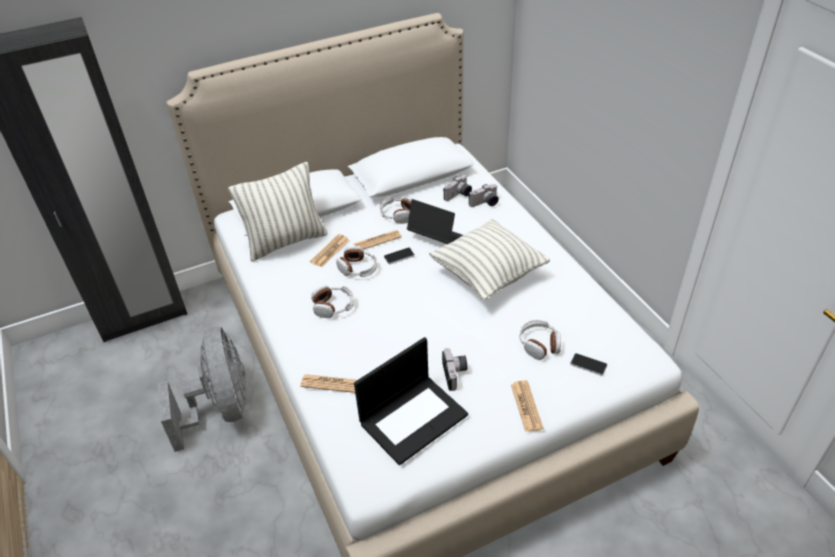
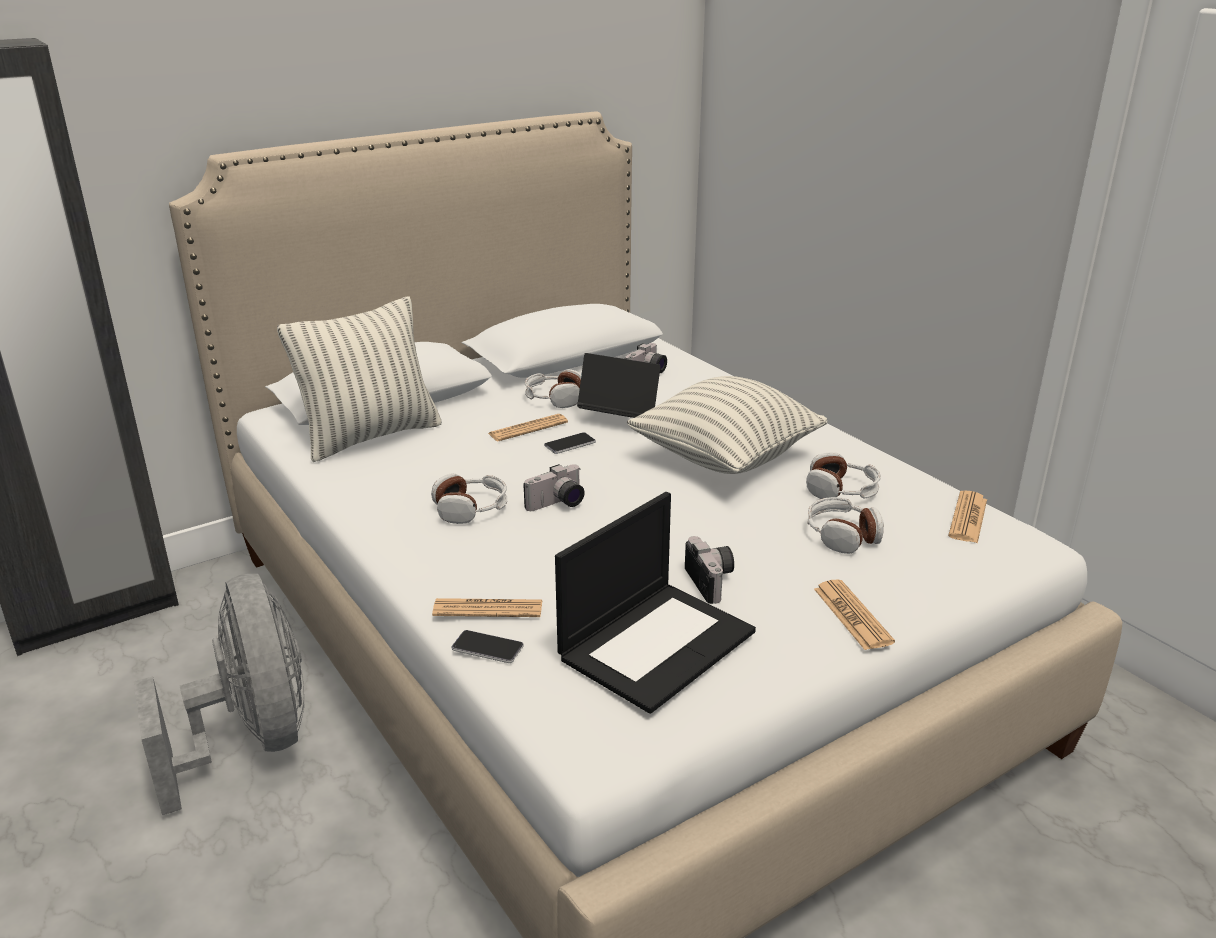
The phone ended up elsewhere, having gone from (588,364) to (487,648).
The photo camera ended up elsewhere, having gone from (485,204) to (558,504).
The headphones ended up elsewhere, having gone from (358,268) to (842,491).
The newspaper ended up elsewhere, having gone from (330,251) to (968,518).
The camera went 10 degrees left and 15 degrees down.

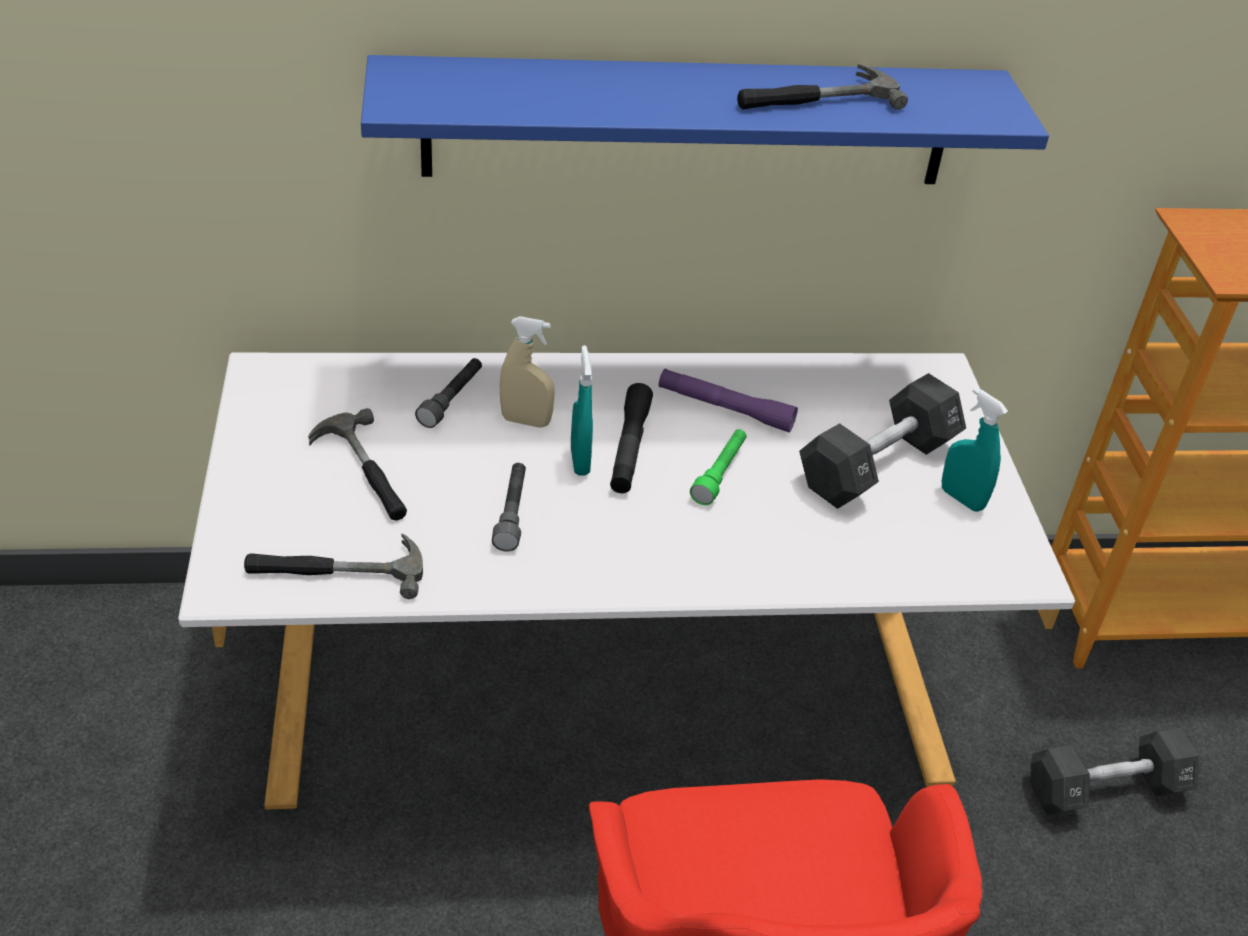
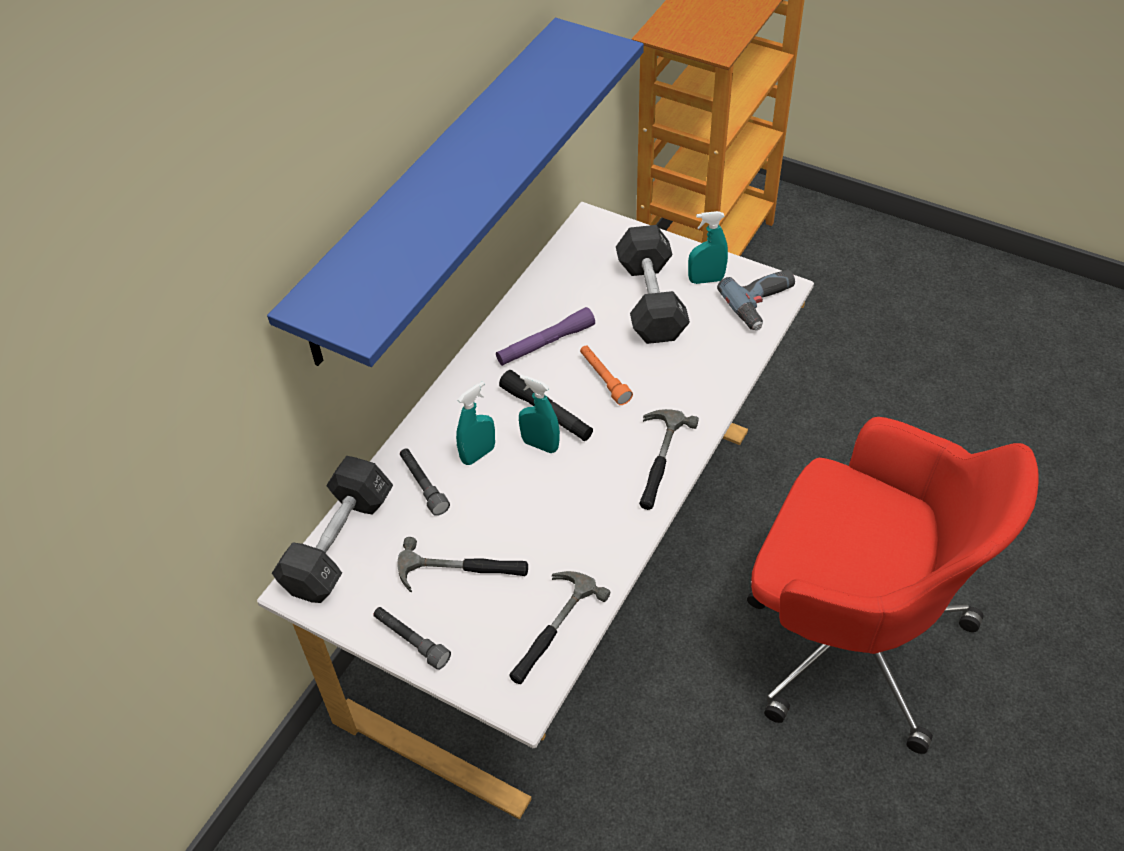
The black dumbbell ended up elsewhere, having gone from (1105,789) to (338,543).
The grey flashlight ended up elsewhere, having gone from (512,513) to (411,641).
What was the beige spray bottle at (526,421) turned into the turquoise spray bottle at (478,454).
What was the green flashlight at (720,473) turned into the orange flashlight at (604,379).
The hammer ended up elsewhere, having gone from (815,99) to (658,461).
The second view gained the power drill at (764,304).
The camera went 50 degrees left and 10 degrees up.

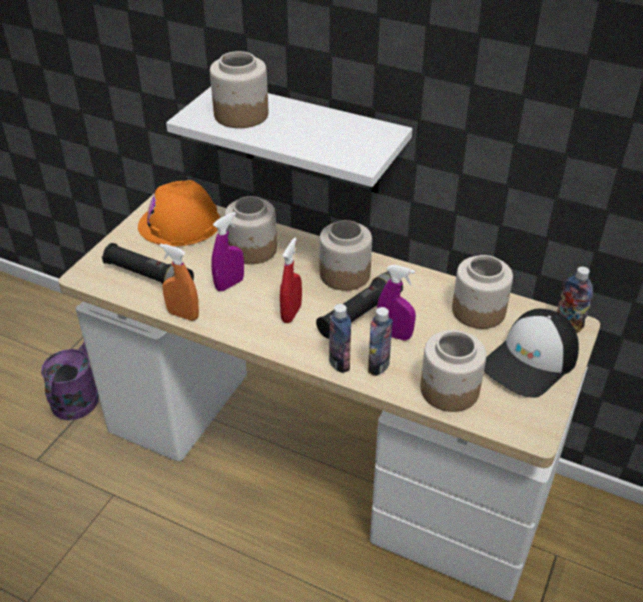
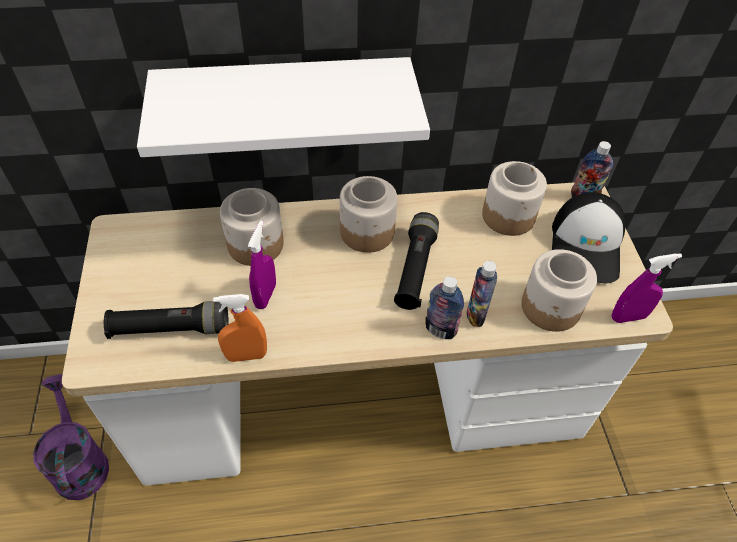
The purple spray bottle ended up elsewhere, having gone from (394,335) to (628,317).
The second view lost the orange hard hat at (179,224).
The second view lost the jar at (240,115).
The second view lost the red spray bottle at (291,313).
The camera went 35 degrees left and 10 degrees up.

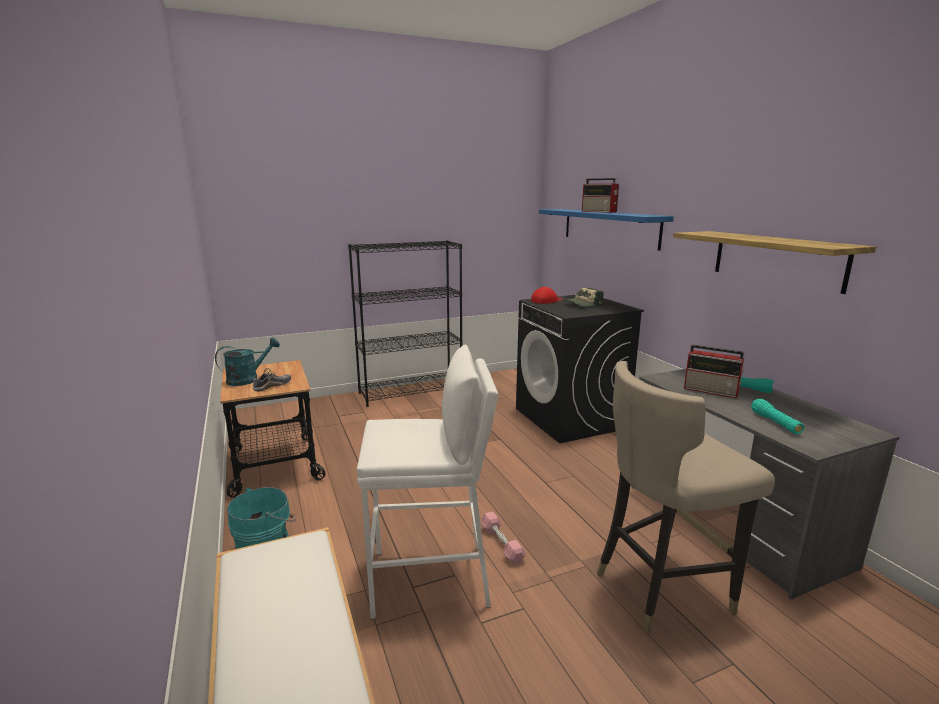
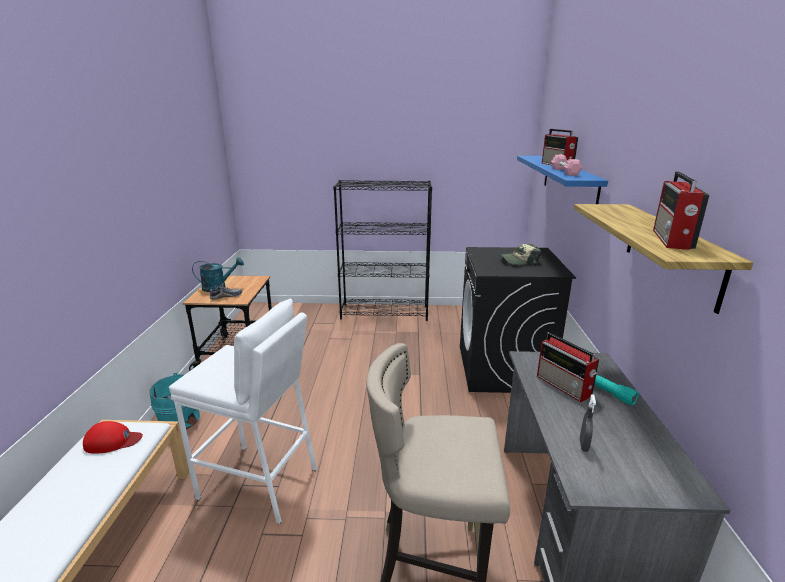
The red cap ended up elsewhere, having gone from (546,300) to (112,441).
The pink dumbbell ended up elsewhere, having gone from (501,544) to (564,171).
Where the turquoise flashlight stood at (775,423), the grey spray bottle came to stand at (583,445).
The second view gained the radio at (672,240).
The camera went 25 degrees right and 5 degrees up.

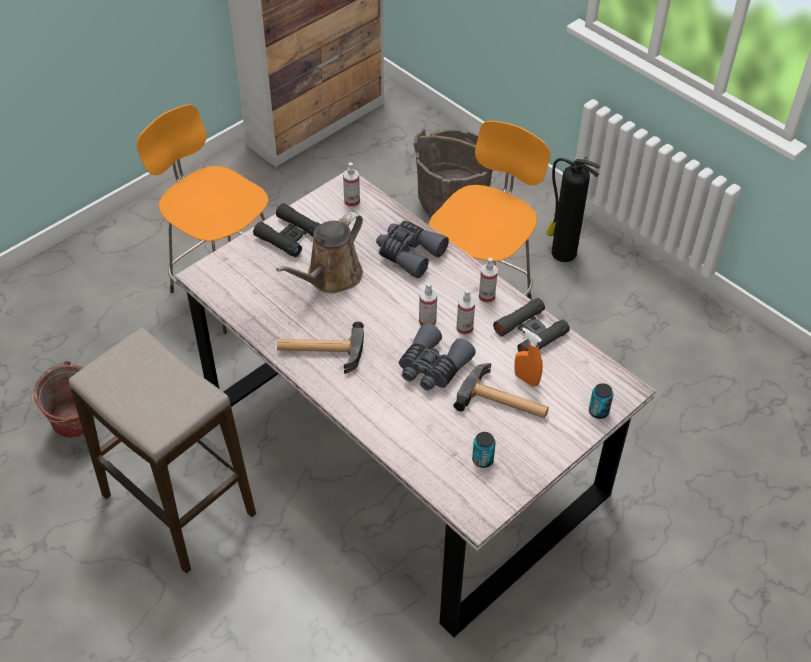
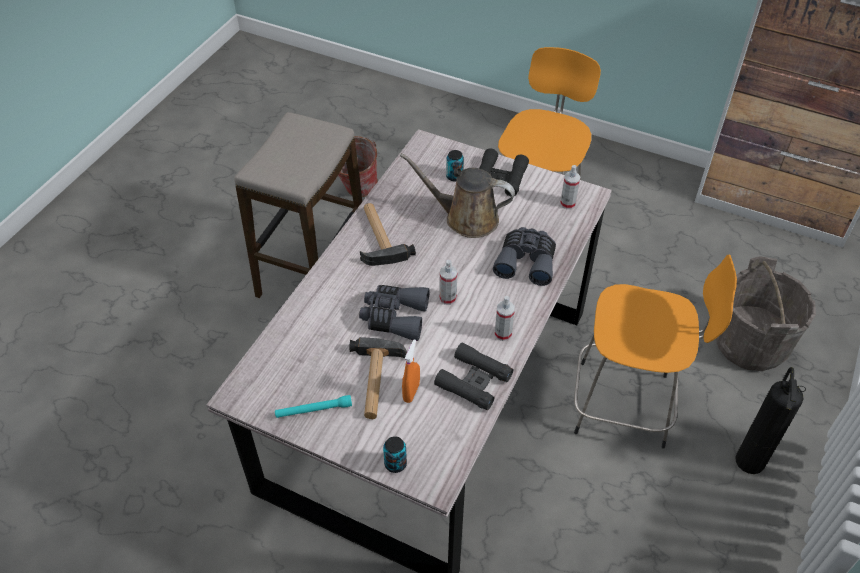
The second view gained the turquoise flashlight at (313,410).
The can ended up elsewhere, having gone from (482,460) to (454,176).
The second view lost the spray bottle at (464,328).
The camera went 70 degrees right and 0 degrees up.

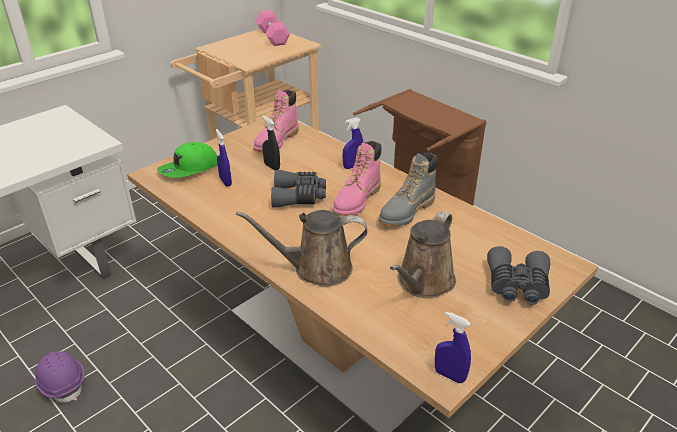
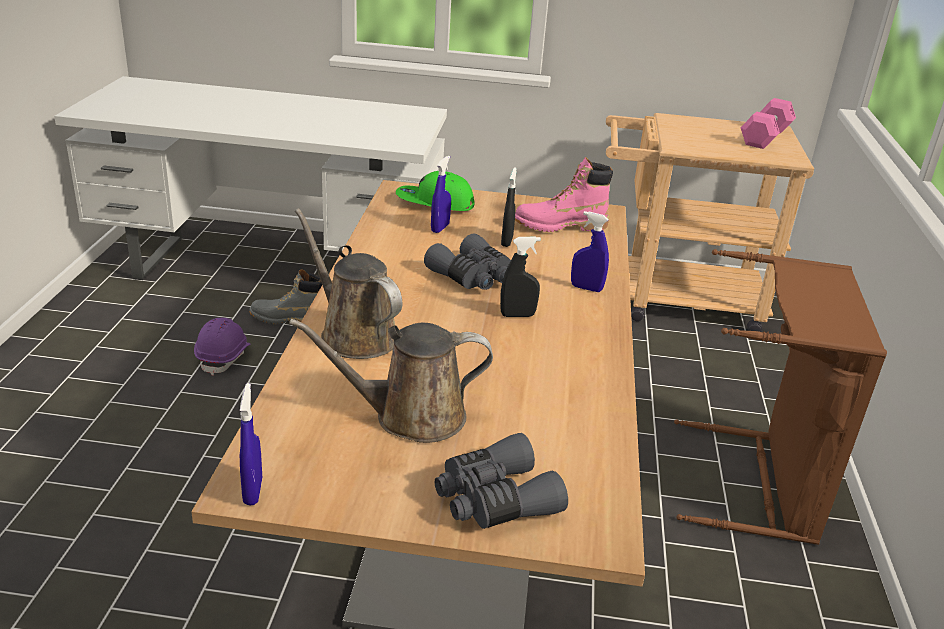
The grey boot ended up elsewhere, having gone from (406,212) to (288,319).
Where the pink boot stood at (357,201), the black spray bottle came to stand at (517,315).
The camera went 50 degrees right and 5 degrees down.

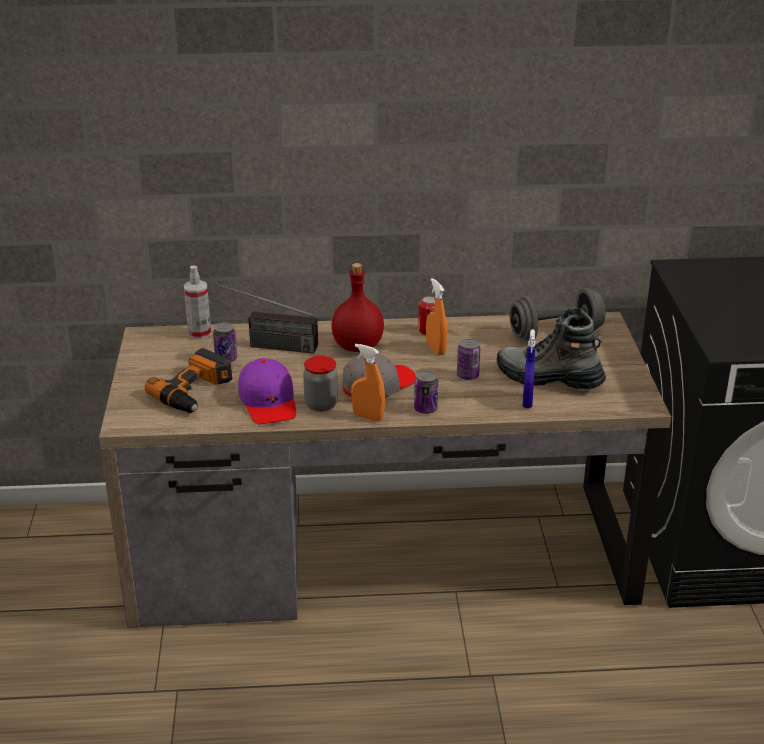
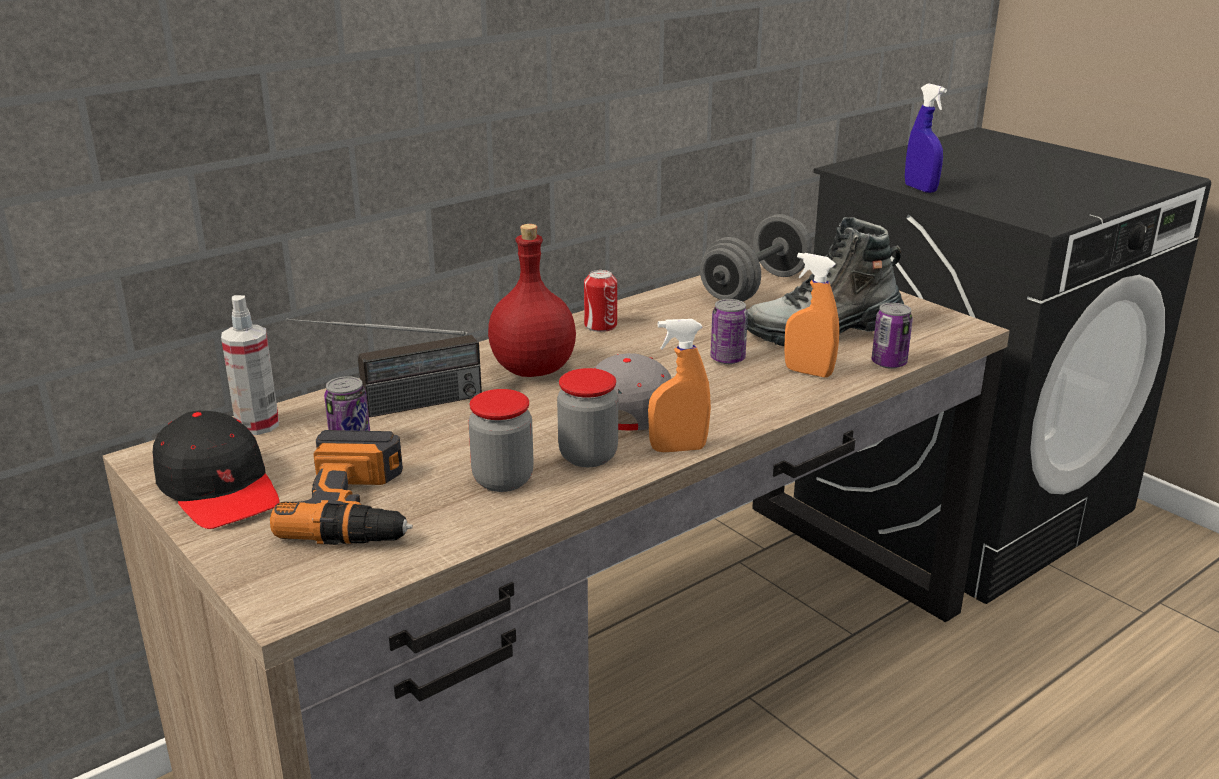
The second view gained the black cap at (219,488).
Where the purple cap stood at (268,402), the jar came to stand at (503,480).
The orange spray bottle ended up elsewhere, having gone from (436,349) to (808,372).
The can ended up elsewhere, having gone from (425,409) to (889,363).
The blue spray bottle ended up elsewhere, having gone from (527,401) to (920,189).
The camera went 35 degrees left and 5 degrees down.

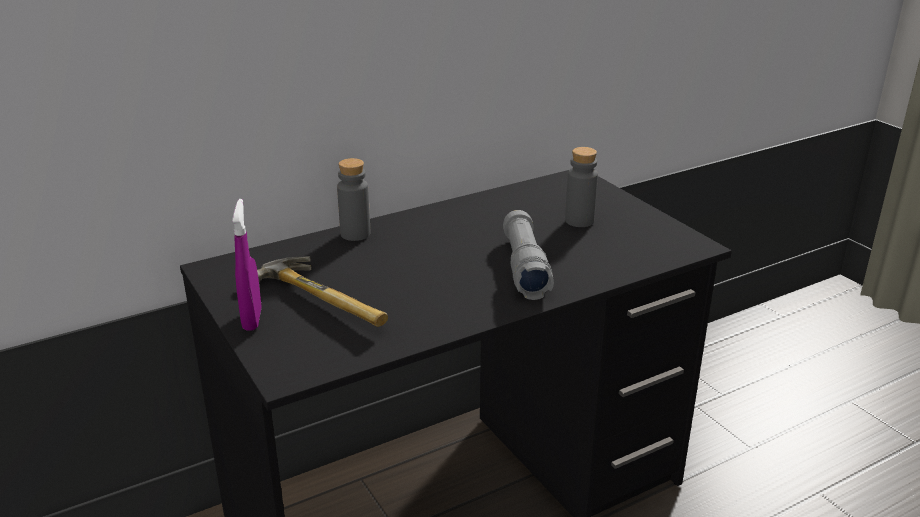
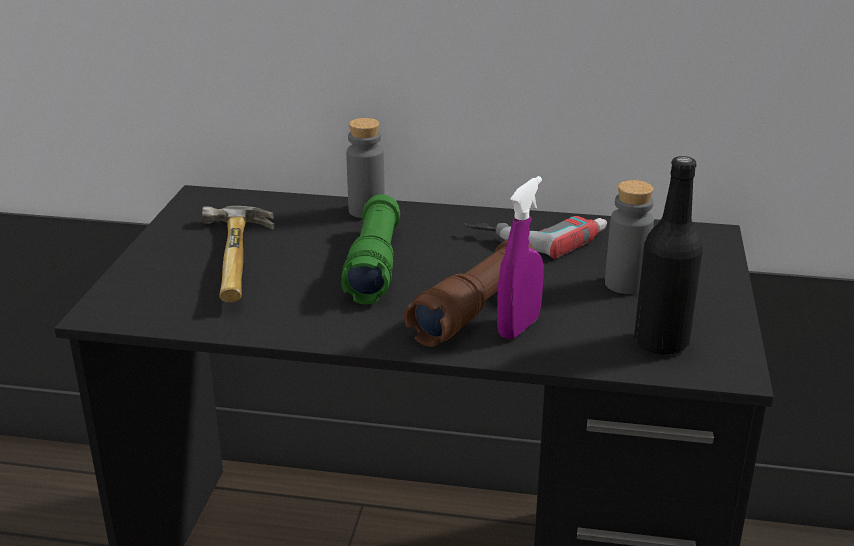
The second view gained the green flashlight at (374,265).
What was the grey flashlight at (524,267) turned into the brown flashlight at (474,308).
The second view gained the power drill at (537,234).
The purple spray bottle ended up elsewhere, having gone from (252,319) to (518,327).
The second view gained the black bottle at (661,342).
The camera went 40 degrees right and 0 degrees up.

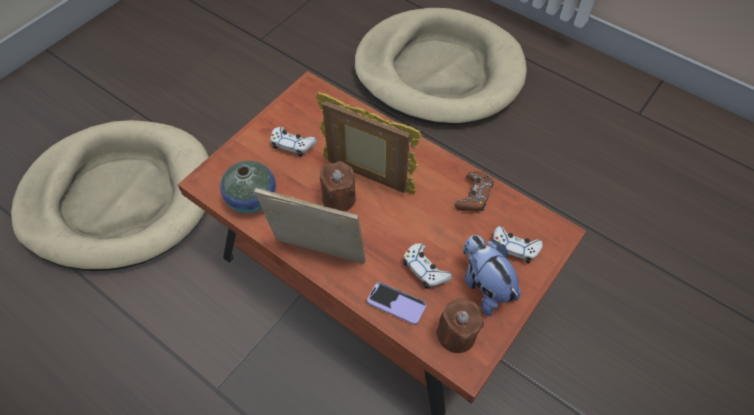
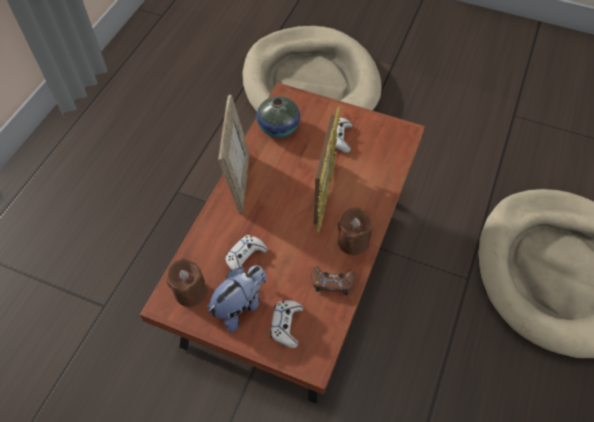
The brown candle ended up elsewhere, having gone from (338,198) to (353,242).
The second view lost the phone at (396,303).
The camera went 75 degrees right and 0 degrees up.

